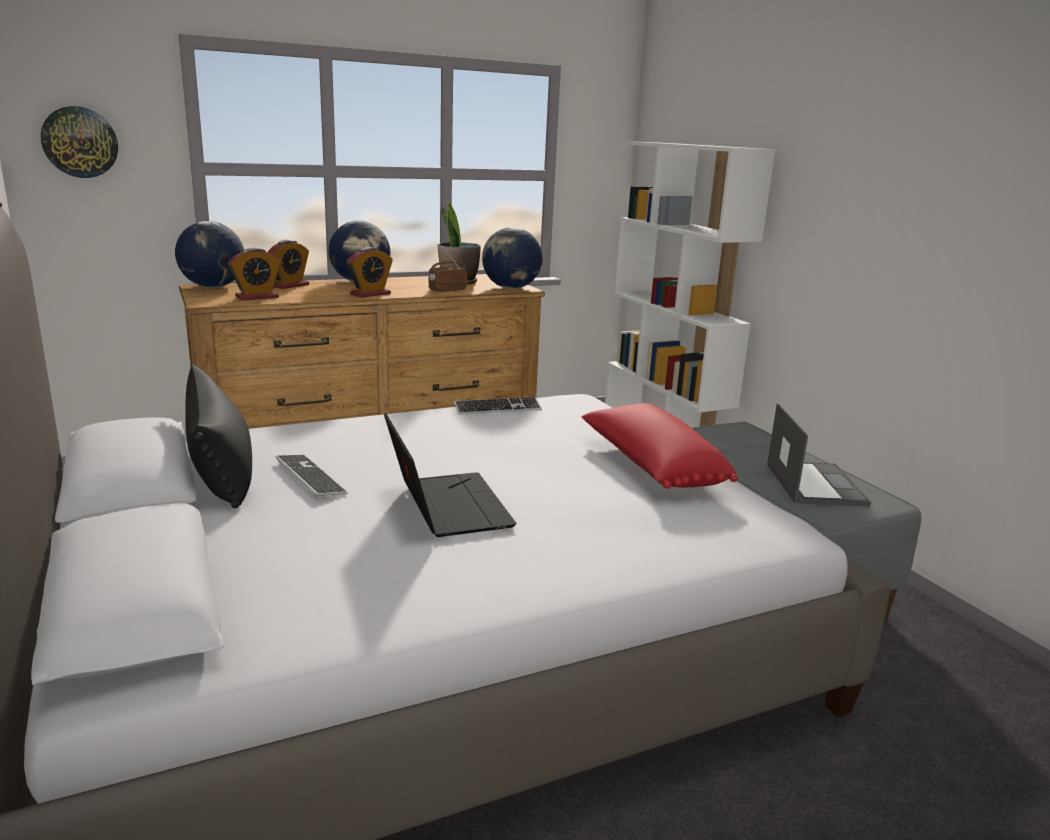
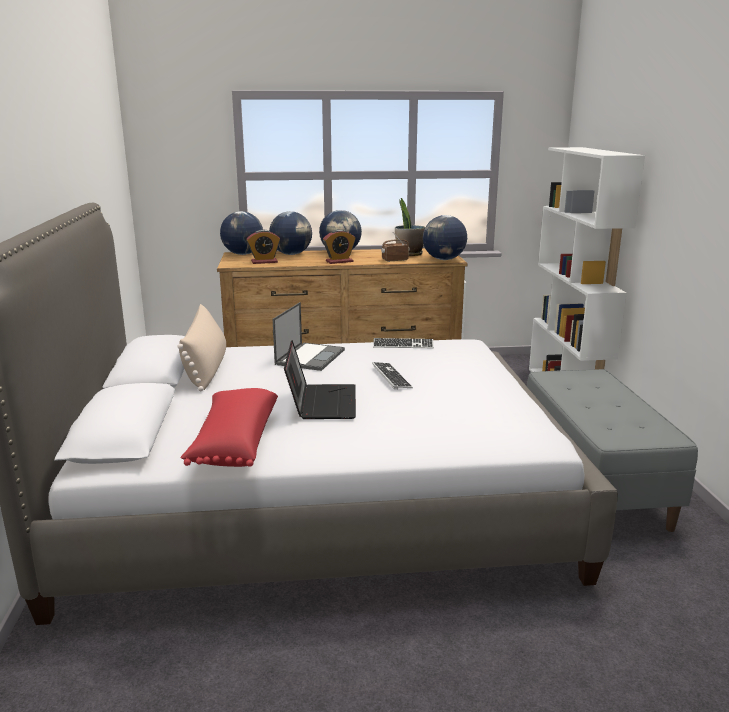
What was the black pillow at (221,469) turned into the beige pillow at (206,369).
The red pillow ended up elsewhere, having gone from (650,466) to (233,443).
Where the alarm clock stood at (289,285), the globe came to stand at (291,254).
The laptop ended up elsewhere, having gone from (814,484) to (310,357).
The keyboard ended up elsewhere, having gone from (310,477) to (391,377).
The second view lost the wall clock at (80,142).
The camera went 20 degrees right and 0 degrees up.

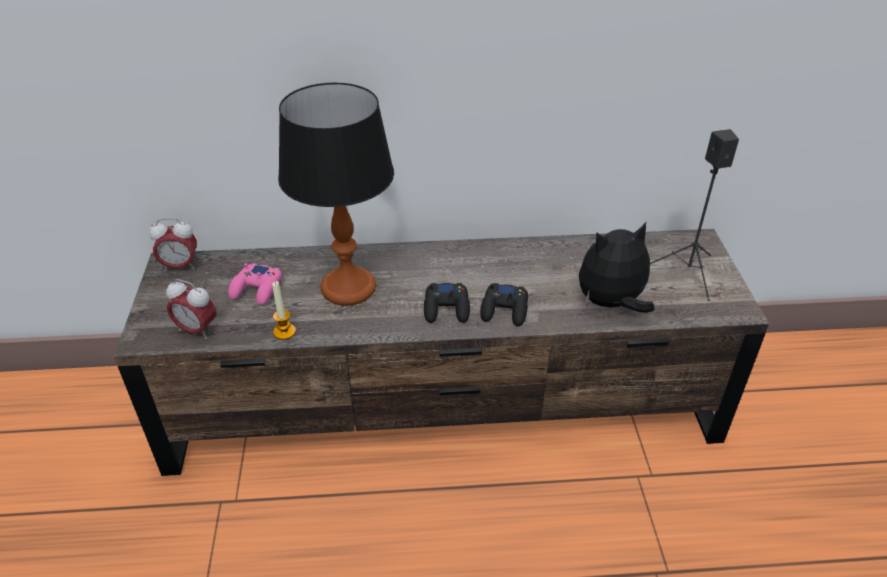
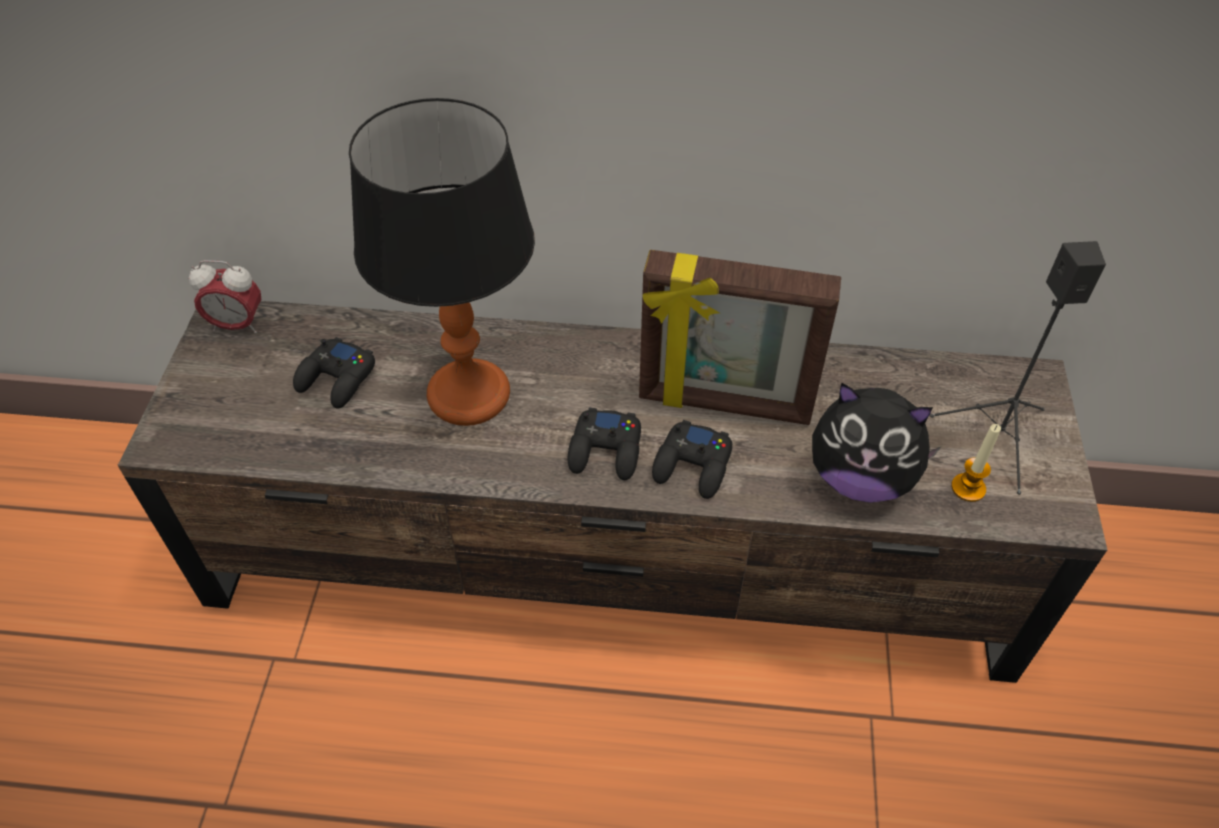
What was the pink game controller at (257,289) turned into the black game controller at (337,379).
The second view gained the picture frame at (724,404).
The plush toy at (611,304) ended up facing another way, 150 degrees counterclockwise from before.
The candle ended up elsewhere, having gone from (284,332) to (968,488).
The second view lost the alarm clock at (197,330).
The camera went 10 degrees right and 10 degrees up.

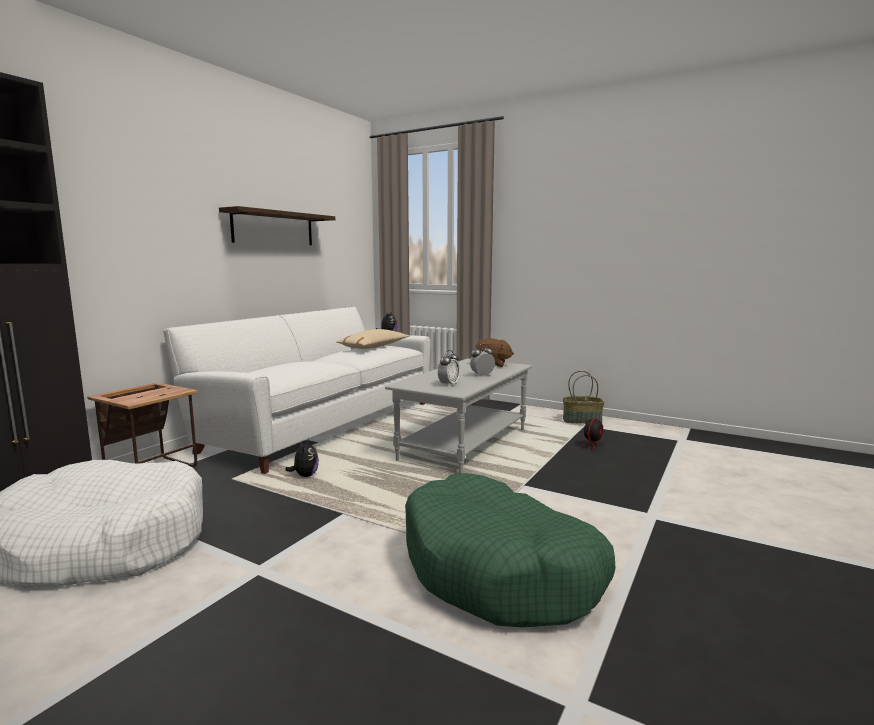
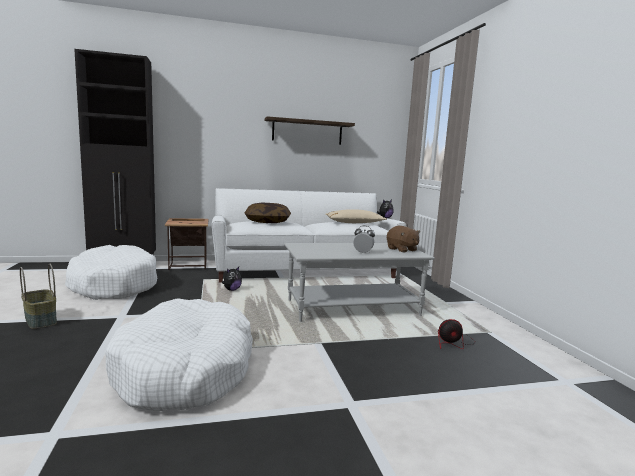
The basket ended up elsewhere, having gone from (582,421) to (41,320).
What was the green dog bed at (500,570) turned into the white dog bed at (185,370).
The second view gained the pillow at (267,221).
The second view lost the alarm clock at (448,384).
The camera went 45 degrees right and 0 degrees up.

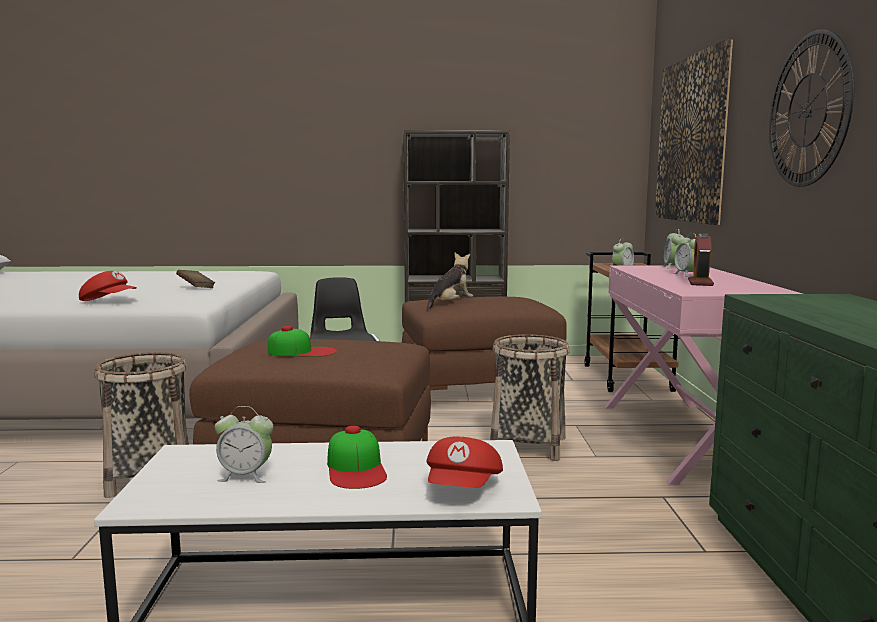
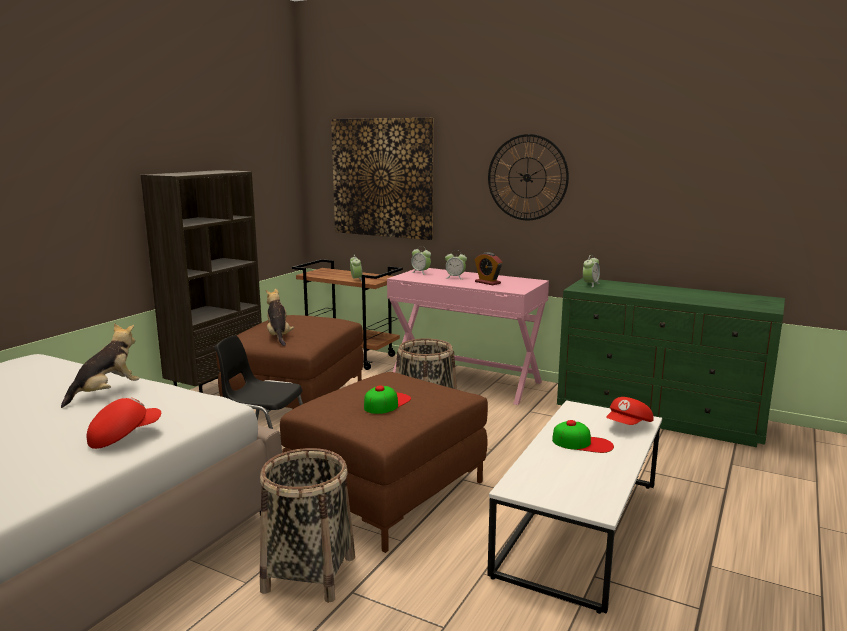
Where the brown book stood at (196,288), the plush toy came to stand at (106,393).
The alarm clock ended up elsewhere, having gone from (246,476) to (590,284).
The red cap at (464,489) ended up facing another way, 90 degrees clockwise from before.
The camera went 60 degrees left and 5 degrees up.

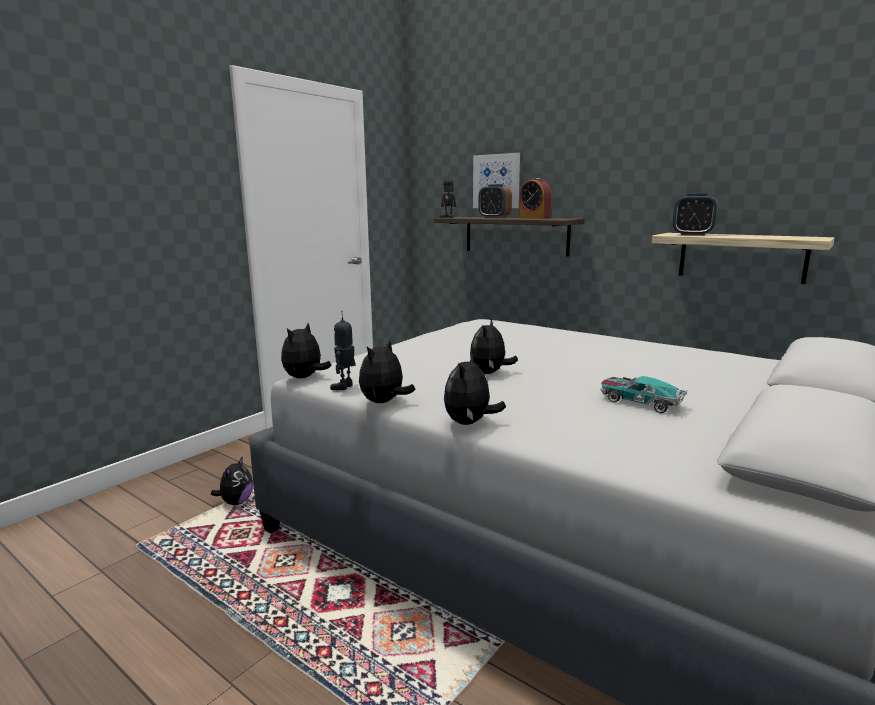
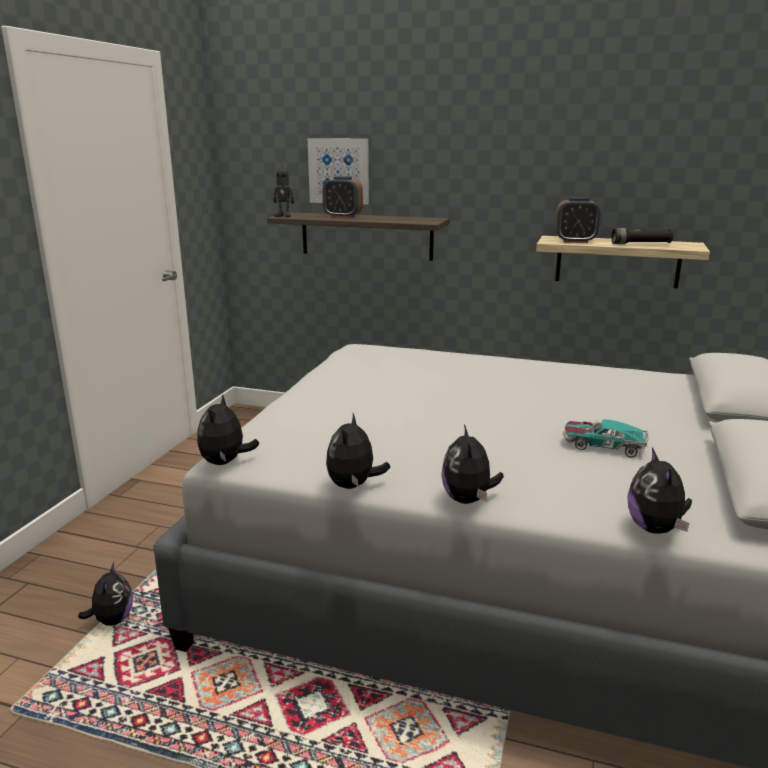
The second view gained the black flashlight at (641,244).
The plush toy ended up elsewhere, having gone from (490,373) to (655,529).
The second view lost the toy robot at (345,387).
The second view lost the alarm clock at (534,218).
The camera went 20 degrees left and 5 degrees up.

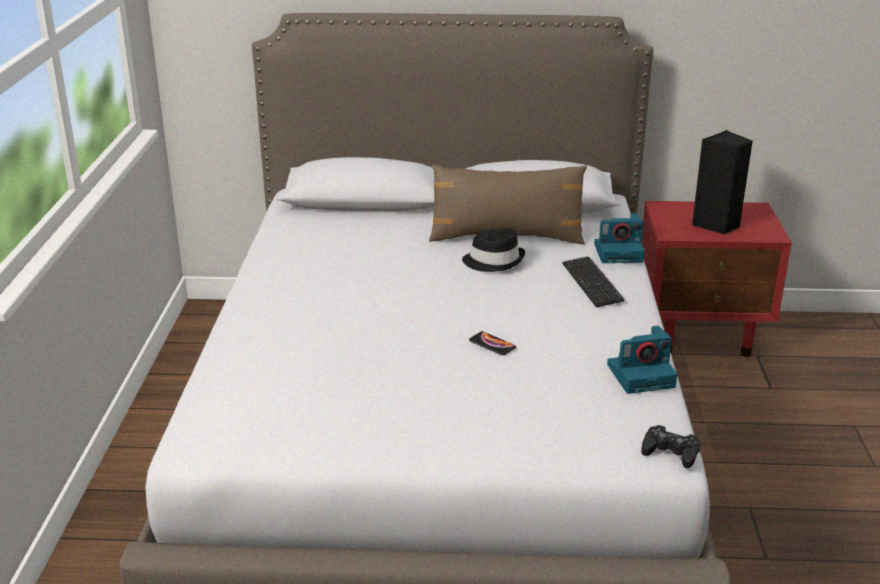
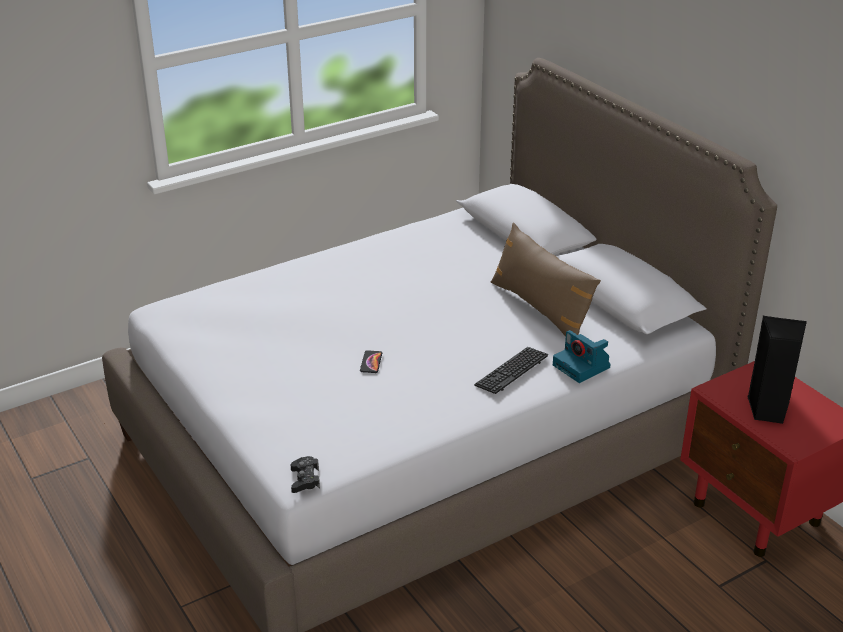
The second view lost the black hat at (494,261).
The second view lost the photo camera at (642,375).
The camera went 55 degrees right and 5 degrees up.

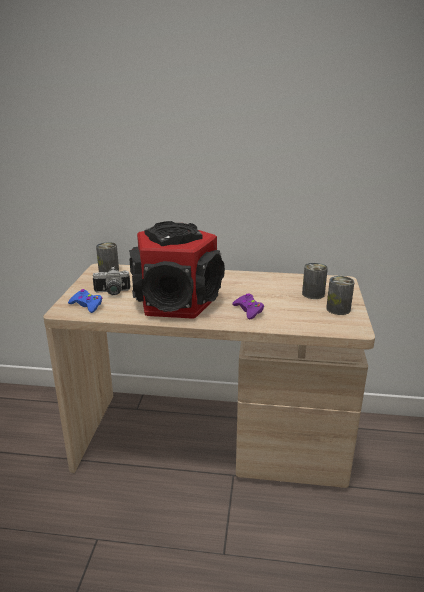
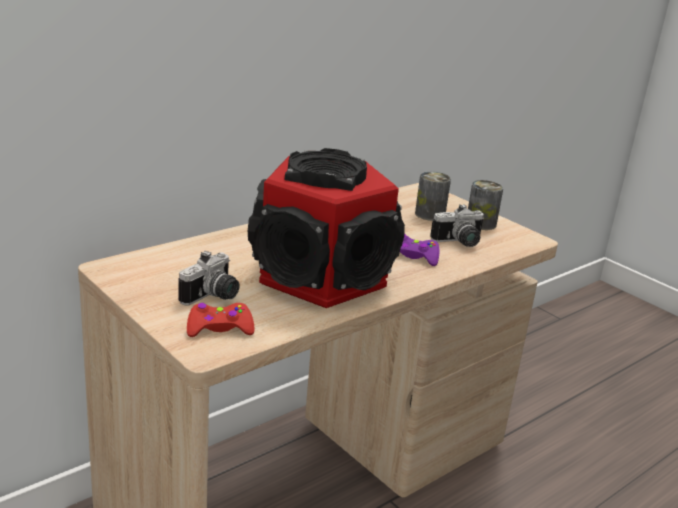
What was the blue game controller at (87,305) turned into the red game controller at (219,328).
The second view gained the photo camera at (459,243).
The second view lost the can at (108,270).
The camera went 50 degrees left and 0 degrees up.

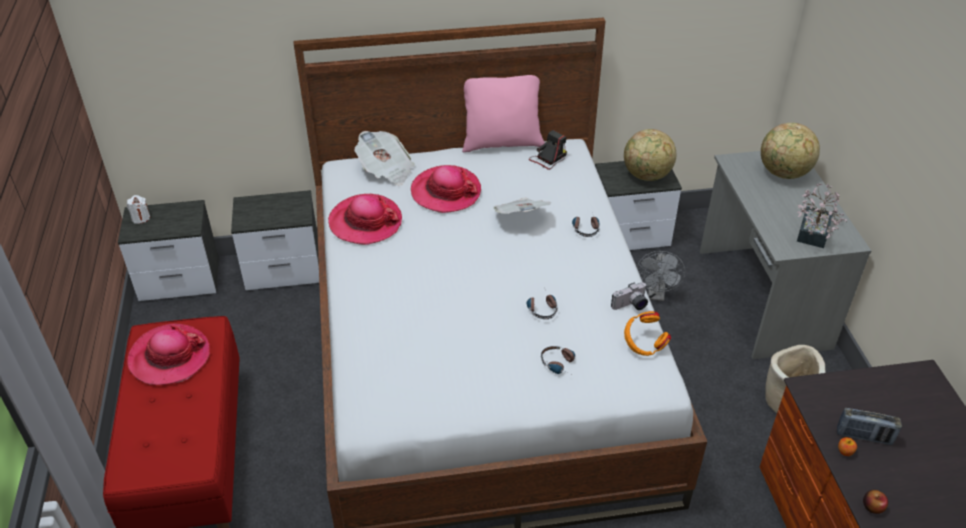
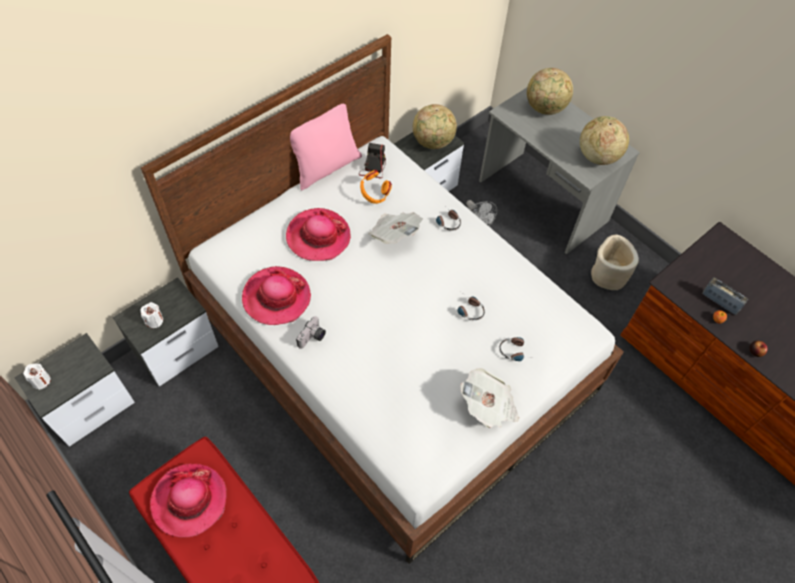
The second view gained the white candle at (154,320).
The photo camera ended up elsewhere, having gone from (631,306) to (312,338).
The orange headphones ended up elsewhere, having gone from (643,345) to (374,195).
The newspaper ended up elsewhere, having gone from (386,170) to (488,406).
Where the potted plant stood at (811,236), the globe came to stand at (597,156).
The radio at (864,436) ended up facing another way, 120 degrees counterclockwise from before.
The camera went 35 degrees left and 15 degrees up.

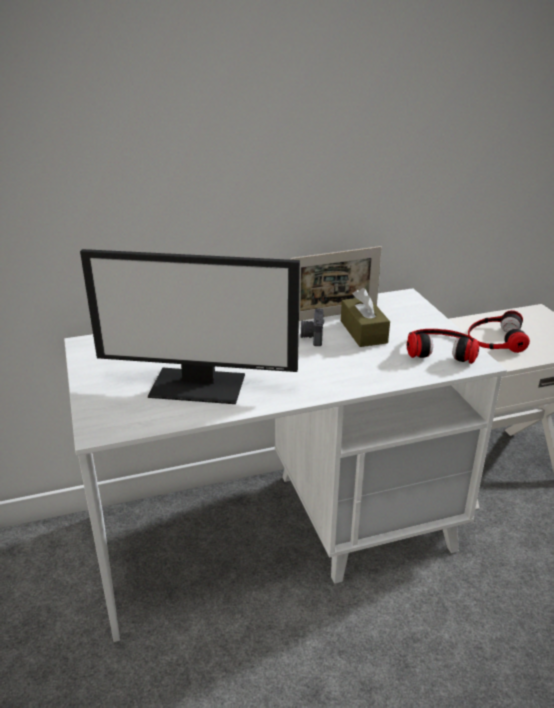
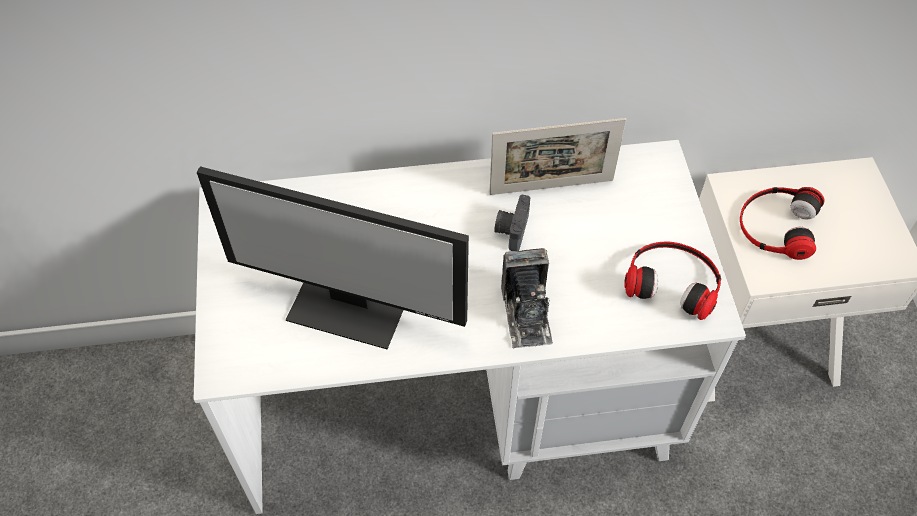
The second view gained the photo camera at (526,314).
The second view lost the brown tissue box at (363,332).
The camera went 10 degrees right and 25 degrees up.

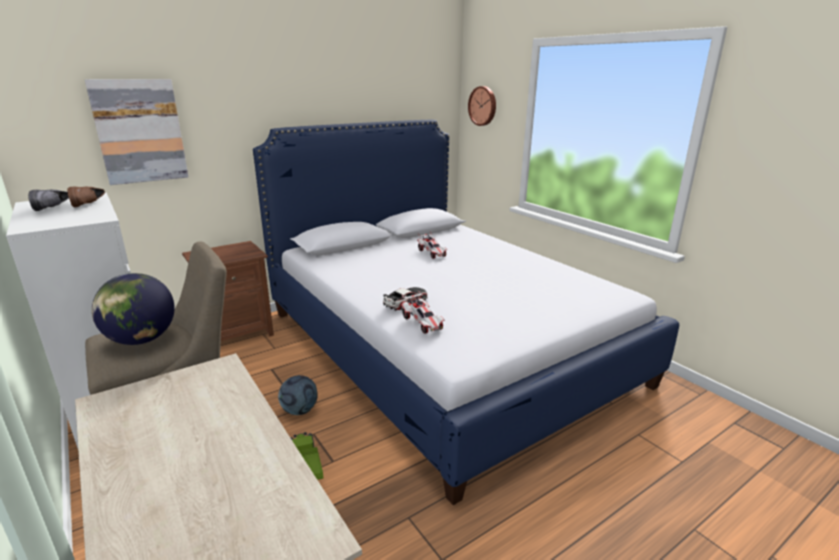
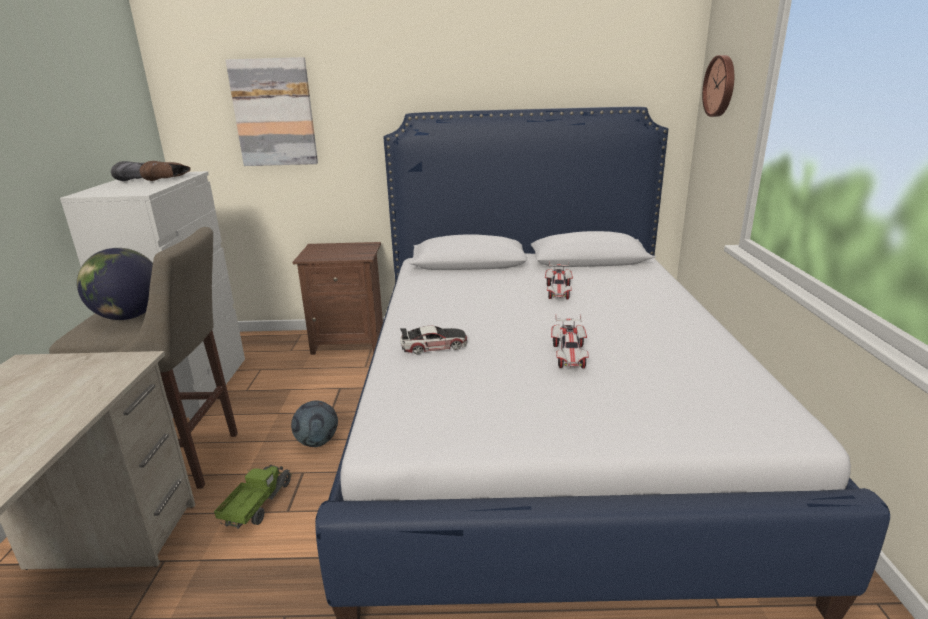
The toy car ended up elsewhere, having gone from (422,323) to (569,356).
The camera went 35 degrees right and 0 degrees up.

